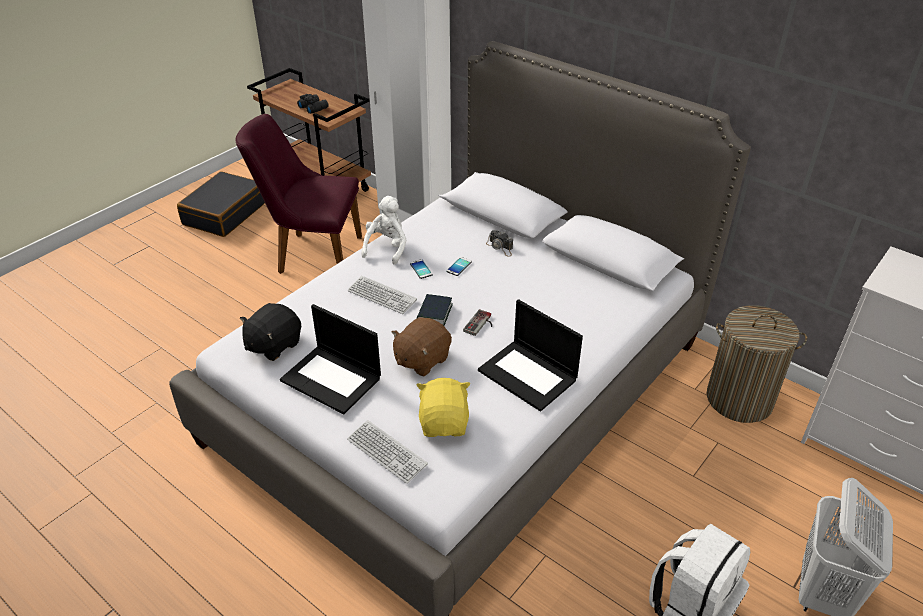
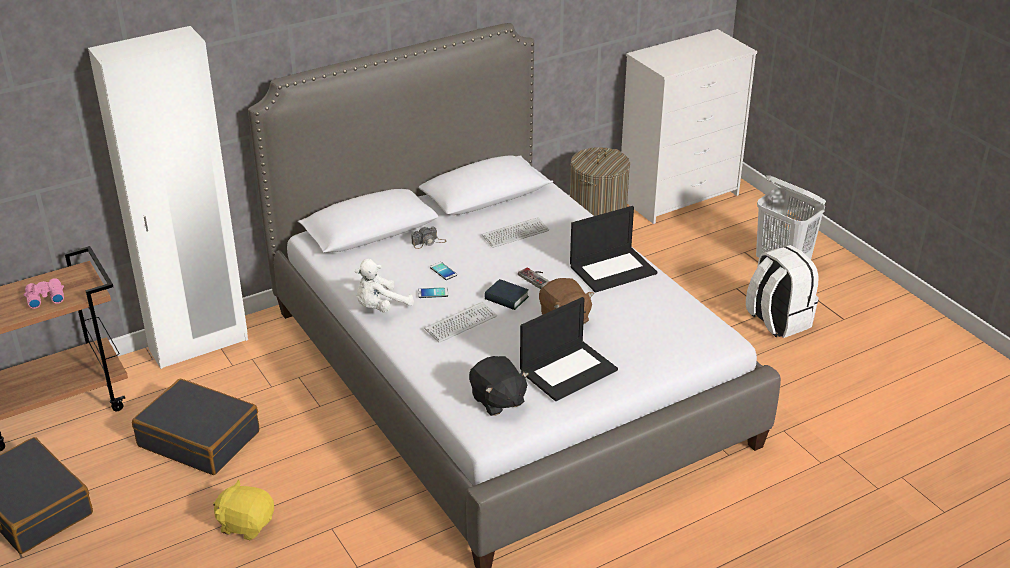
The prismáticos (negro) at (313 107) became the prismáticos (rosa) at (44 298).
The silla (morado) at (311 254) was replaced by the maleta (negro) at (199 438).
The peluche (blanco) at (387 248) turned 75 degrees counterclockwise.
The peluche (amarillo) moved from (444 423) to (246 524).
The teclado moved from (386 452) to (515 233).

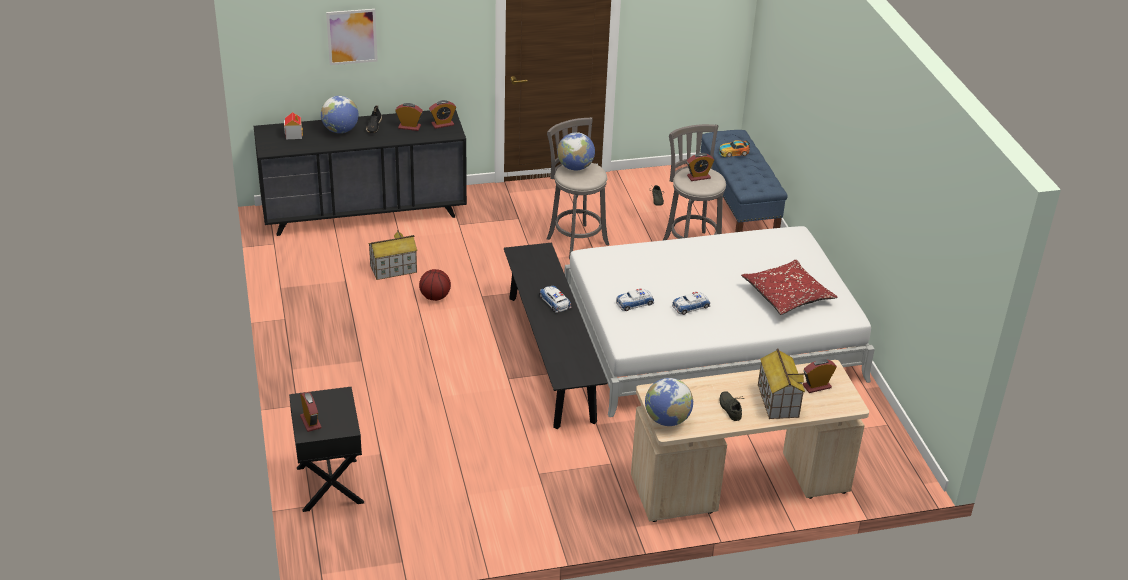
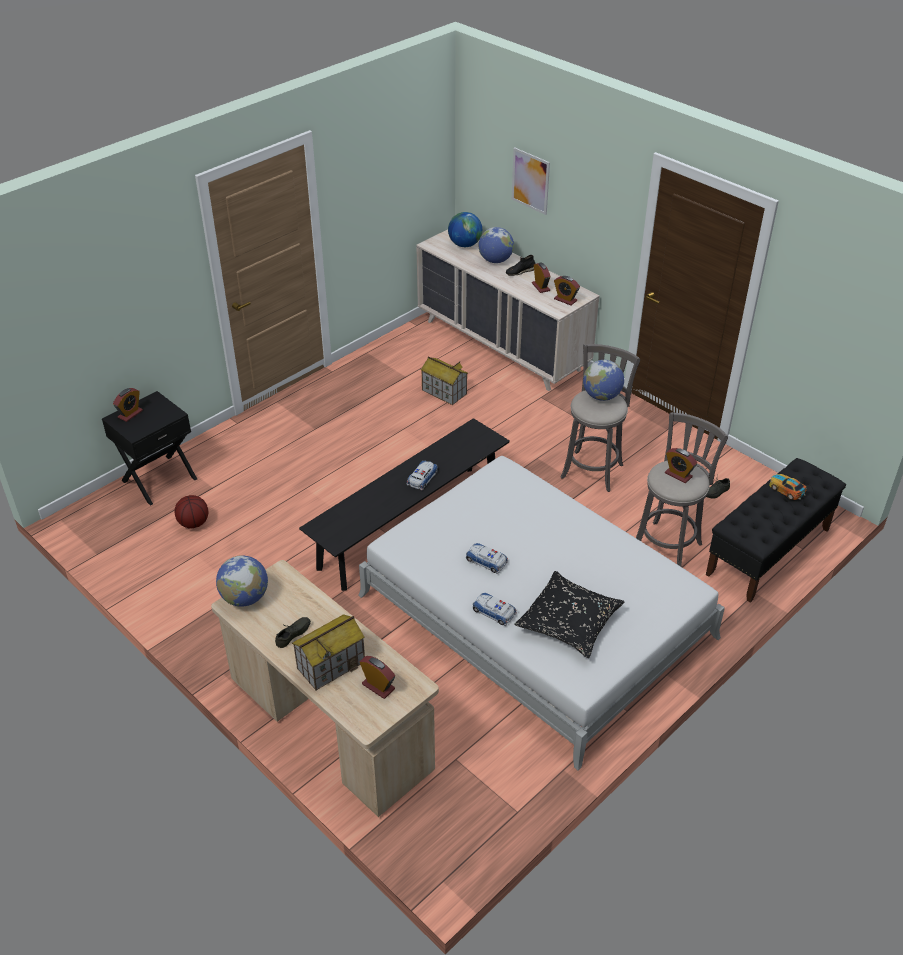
The cómoda (negro) at (364 212) became the cómoda (beis) at (502 345).
The casita at (294 134) was replaced by the globo terráqueo at (464 245).
The banco (azul) at (737 209) became the banco (negro) at (768 552).
The cojín (rojo) at (787 296) became the cojín (negro) at (569 622).
The balón de baloncesto moved from (435 297) to (194 523).
The coche de juguete moved from (634 303) to (494 611).

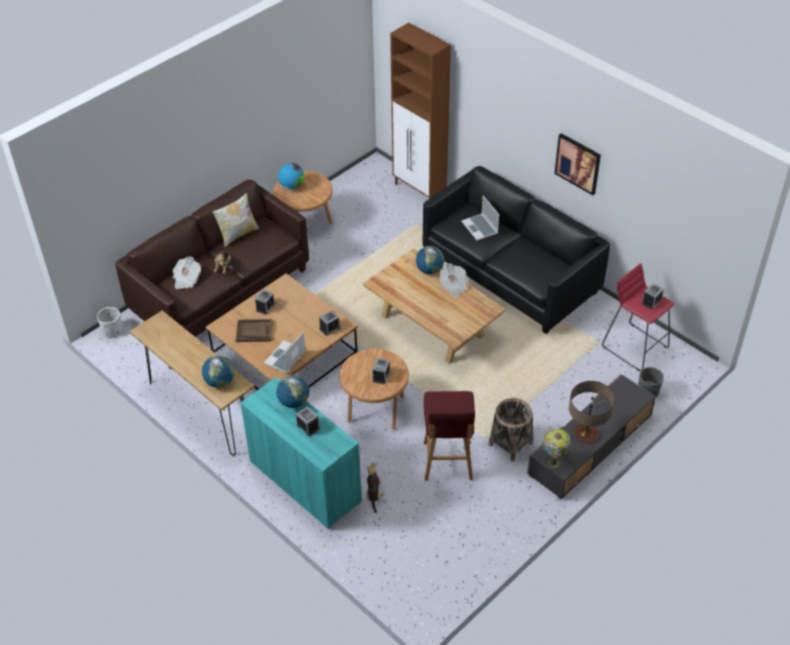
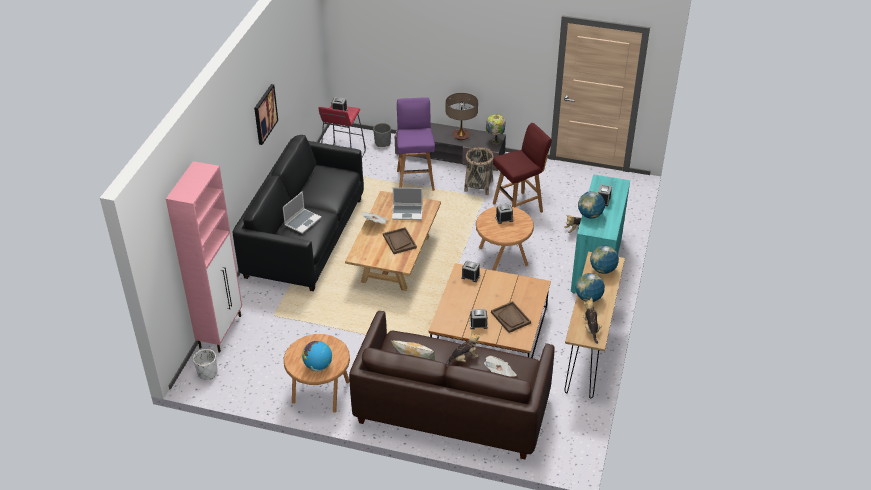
The armario (marrón) at (420 190) became the armario (rosa) at (221 331).
The globo terráqueo moved from (429 270) to (588 298).
The maceta (blanco) moved from (112 331) to (207 373).
The portátil moved from (285 358) to (407 212).
The taburete (morado) at (415 179) appeared.
The bandeja (marrón) at (399 241) appeared.
The peluche at (591 329) appeared.

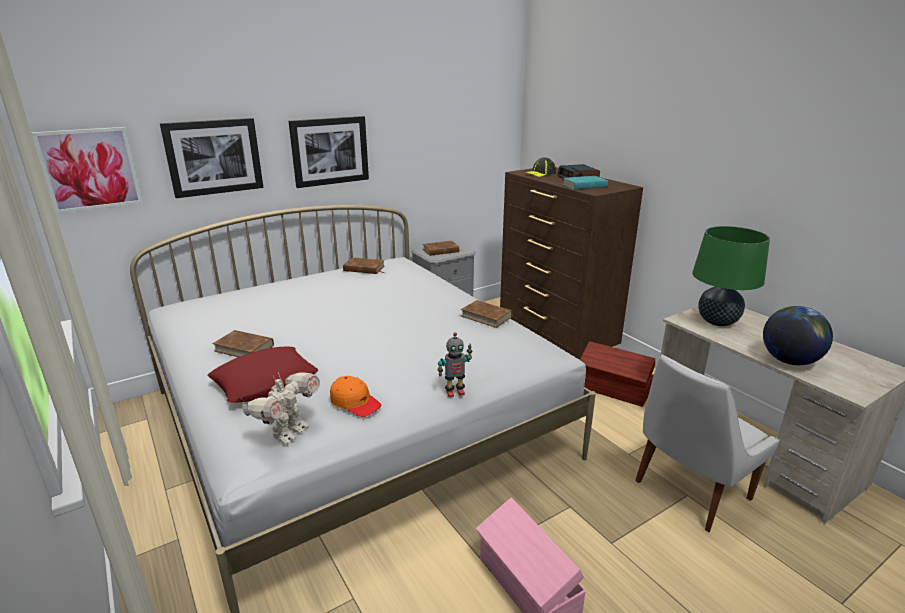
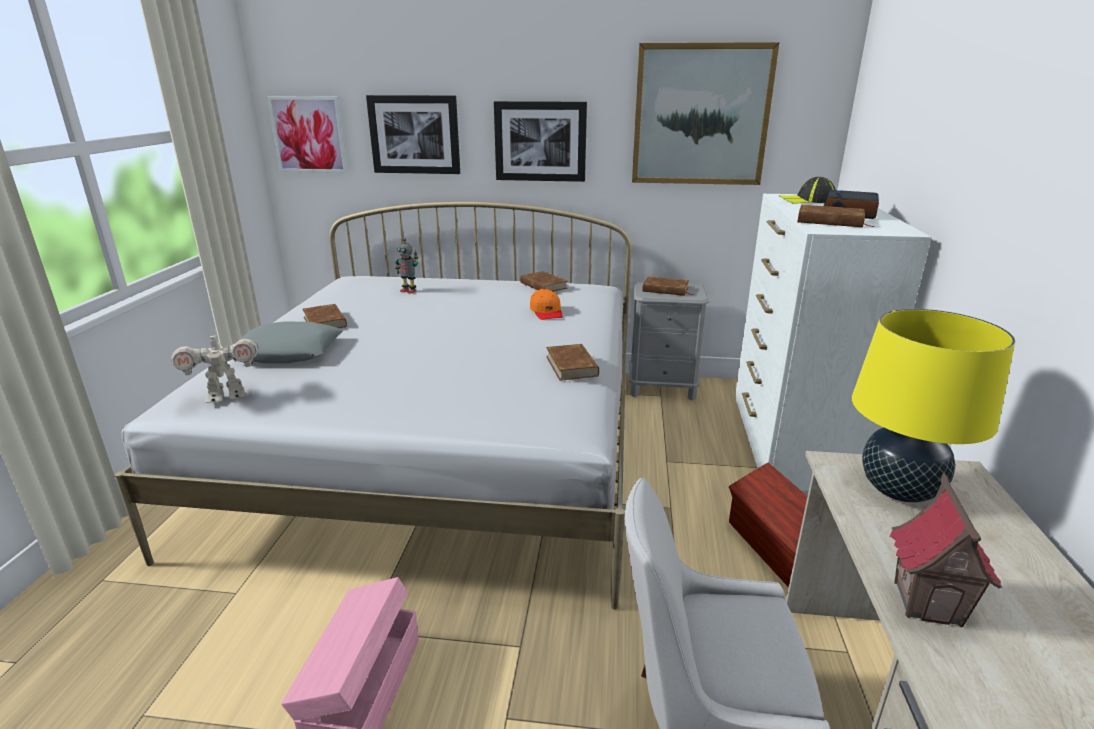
The cómoda (marrón) at (556 336) became the cómoda (blanco) at (788 451).
The libro (turquesa) at (585 186) became the libro (marrón) at (830 221).
The lámpara de mesa (verde) at (717 322) became the lámpara de mesa (amarillo) at (899 490).
The globo terráqueo at (789 361) was replaced by the casita at (928 603).
The robot de juguete moved from (455 392) to (409 291).
The cojín (rojo) at (265 381) became the cojín (gris) at (288 352).
The gorra (naranja) moved from (355 402) to (546 312).
The cuadro at (701 115) appeared.

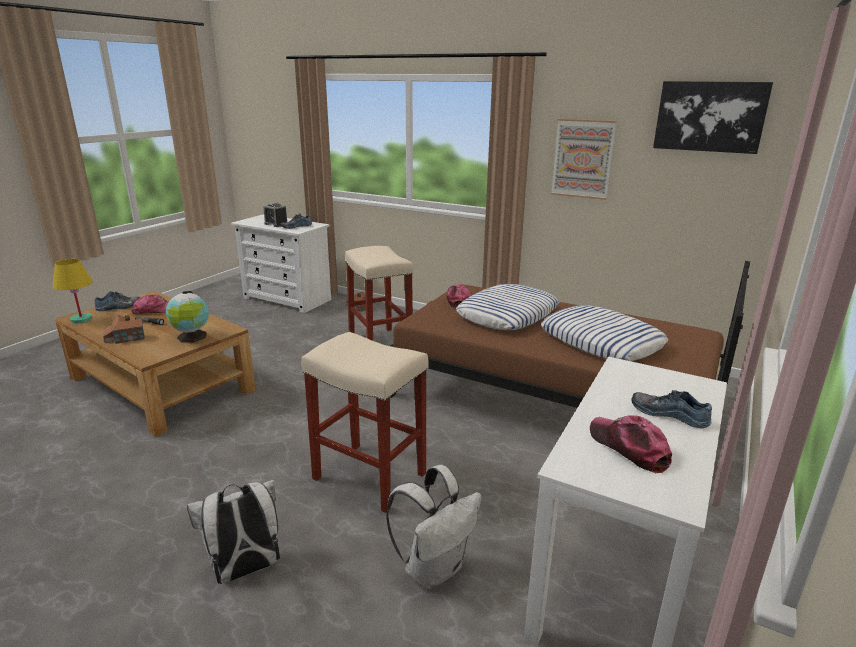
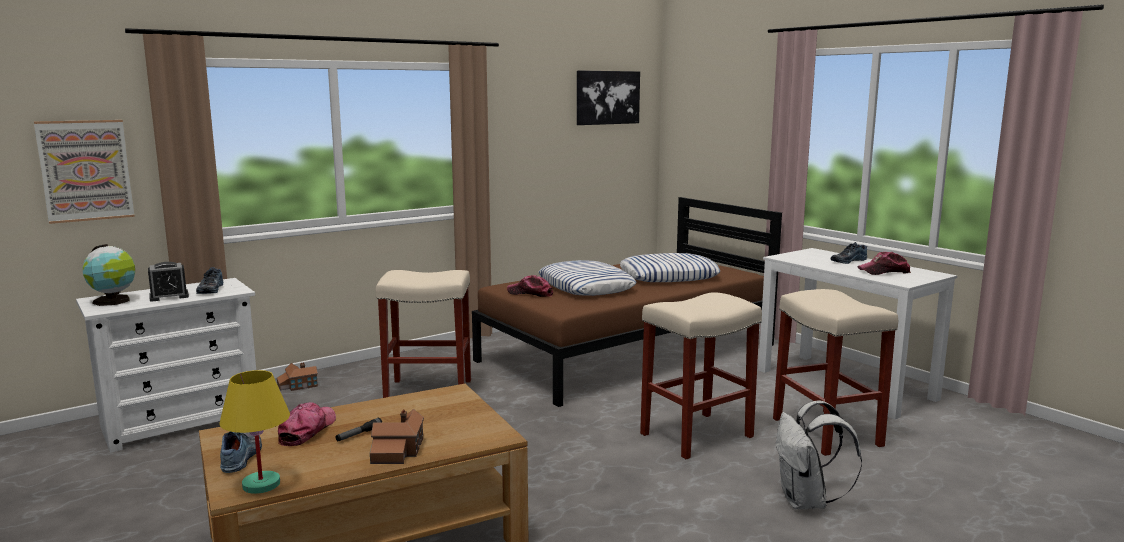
The cuadro moved from (582 159) to (85 170).
The globo terráqueo moved from (192 337) to (113 301).
The mochila (blanco) at (434 568) was replaced by the taburete (beis) at (825 431).

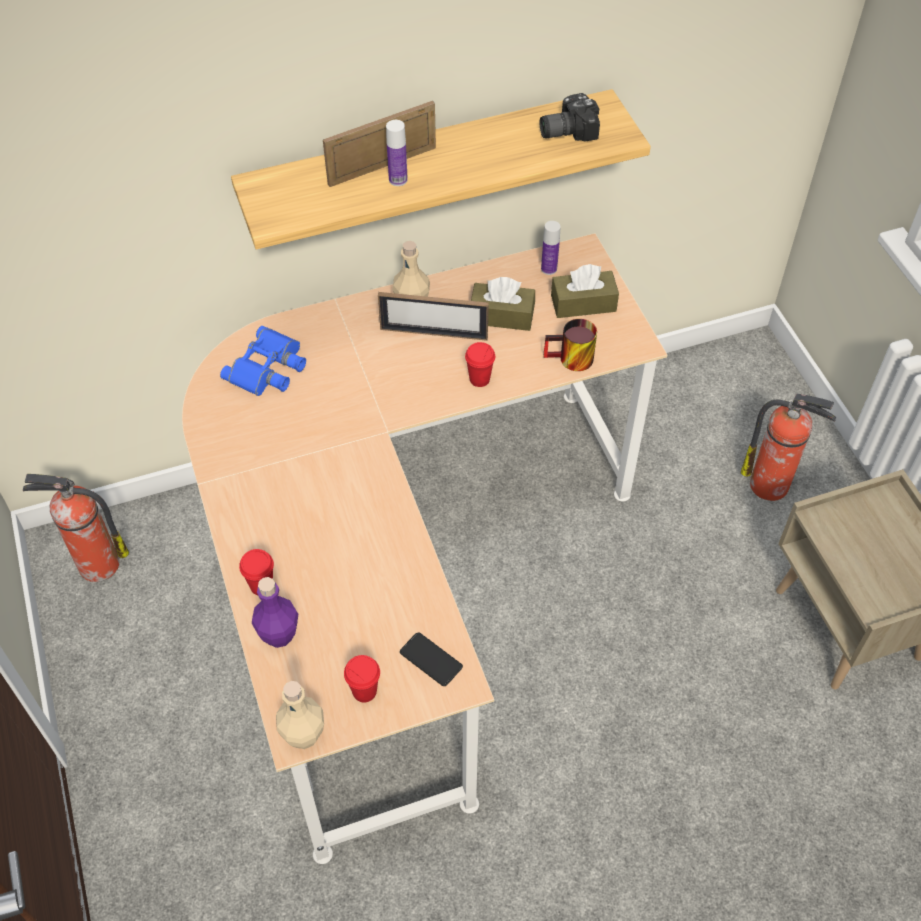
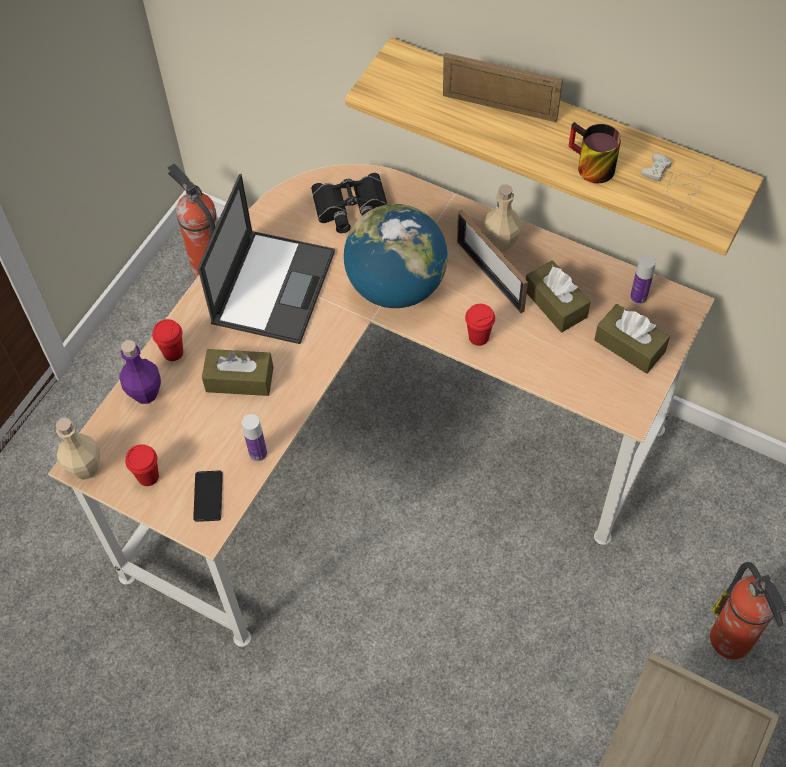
The cámara at (566 130) was replaced by the mando de consola (blanco) at (675 183).
The botella moved from (398 180) to (258 453).
The taza grande moved from (570 361) to (588 167).
The prismáticos (azul) at (269 368) became the prismáticos (negro) at (351 209).
The portátil at (273 286) appeared.
The globo terráqueo at (396 286) appeared.
The caja de pañuelos (marrón) at (239 379) appeared.

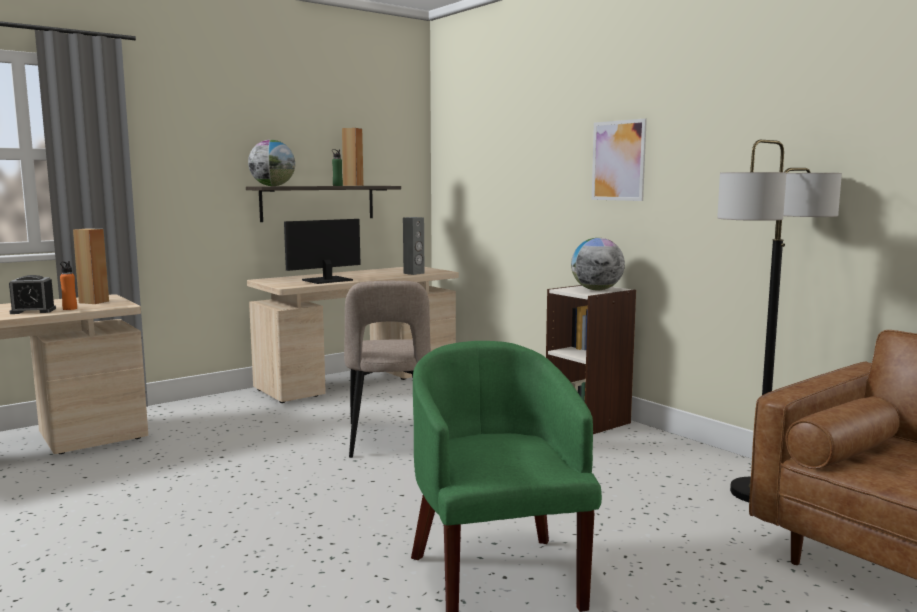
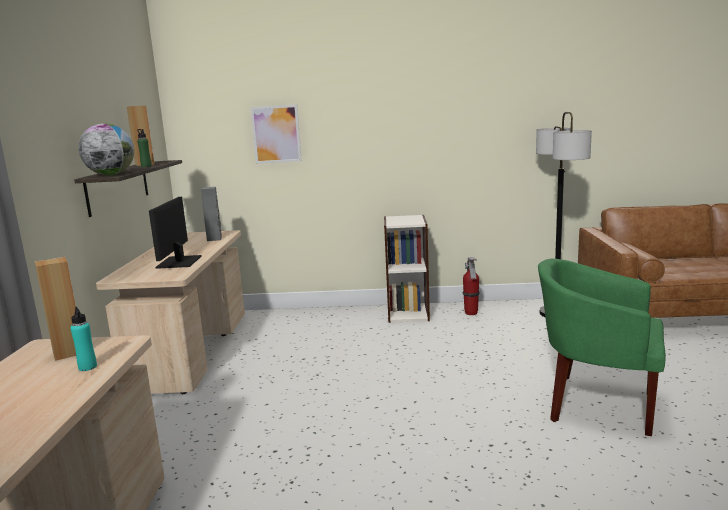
The cuadro moved from (618 160) to (276 134).
The globo terráqueo at (596 290) disappeared.
The botella (naranja) at (70 309) became the botella (turquesa) at (87 367).
The despertador at (33 311) disappeared.
The silla (beis) at (388 440) disappeared.
The extintor at (471 313) appeared.

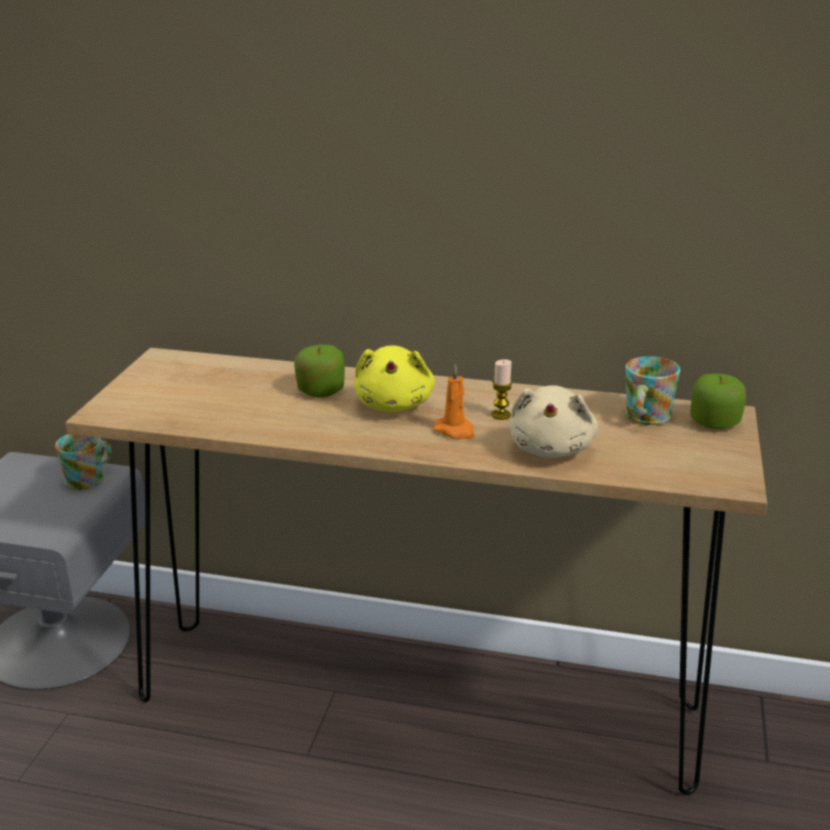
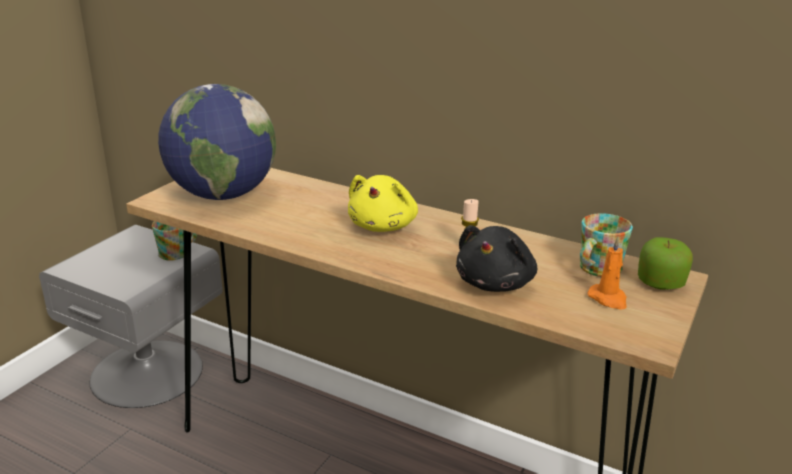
The manzana at (320 391) disappeared.
The vela (naranja) moved from (455 431) to (608 299).
The peluche (beis) at (552 448) became the peluche (negro) at (496 283).
The globo terráqueo at (222 195) appeared.

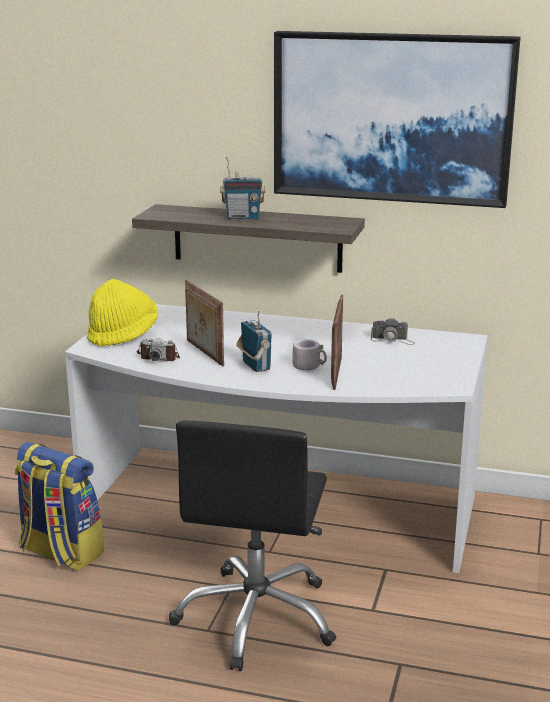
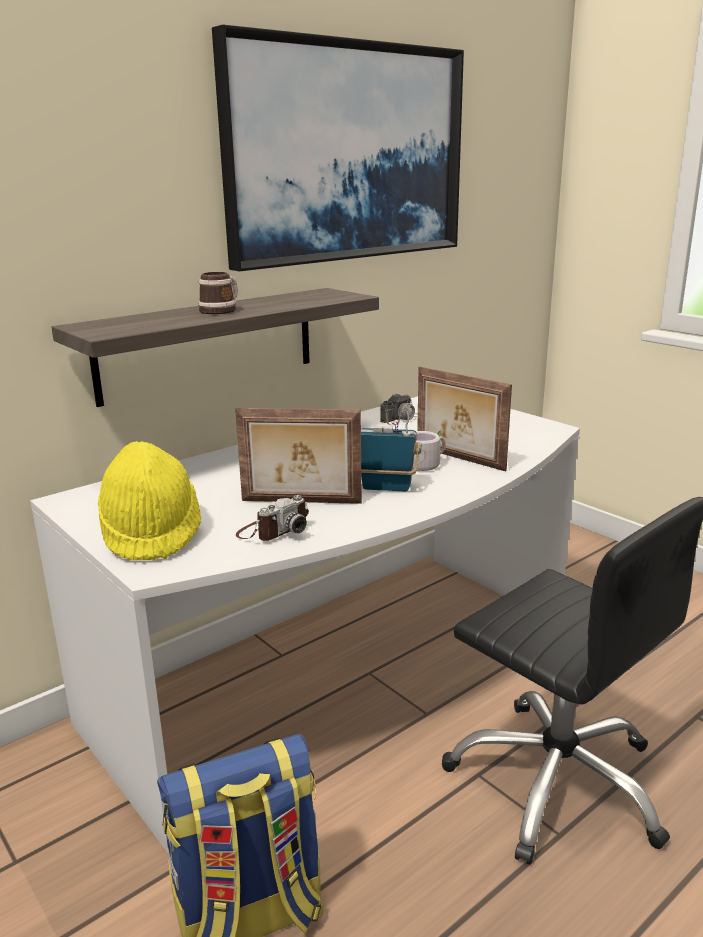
The radio at (243 217) was replaced by the taza grande at (221 310).

